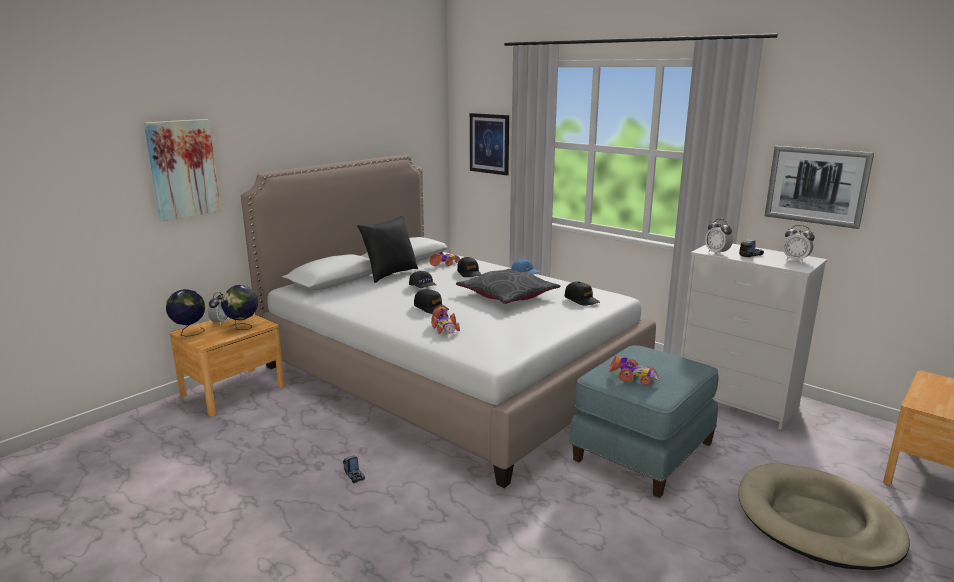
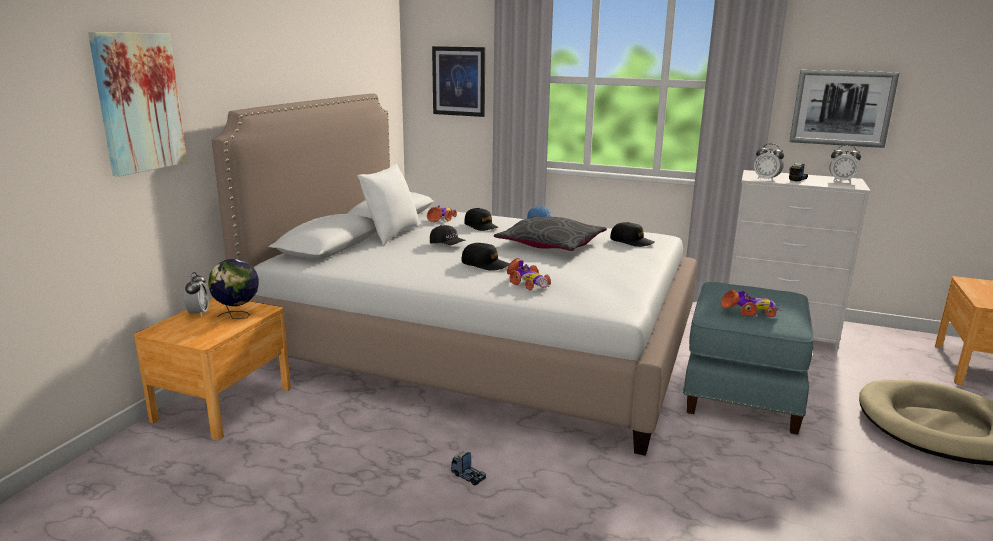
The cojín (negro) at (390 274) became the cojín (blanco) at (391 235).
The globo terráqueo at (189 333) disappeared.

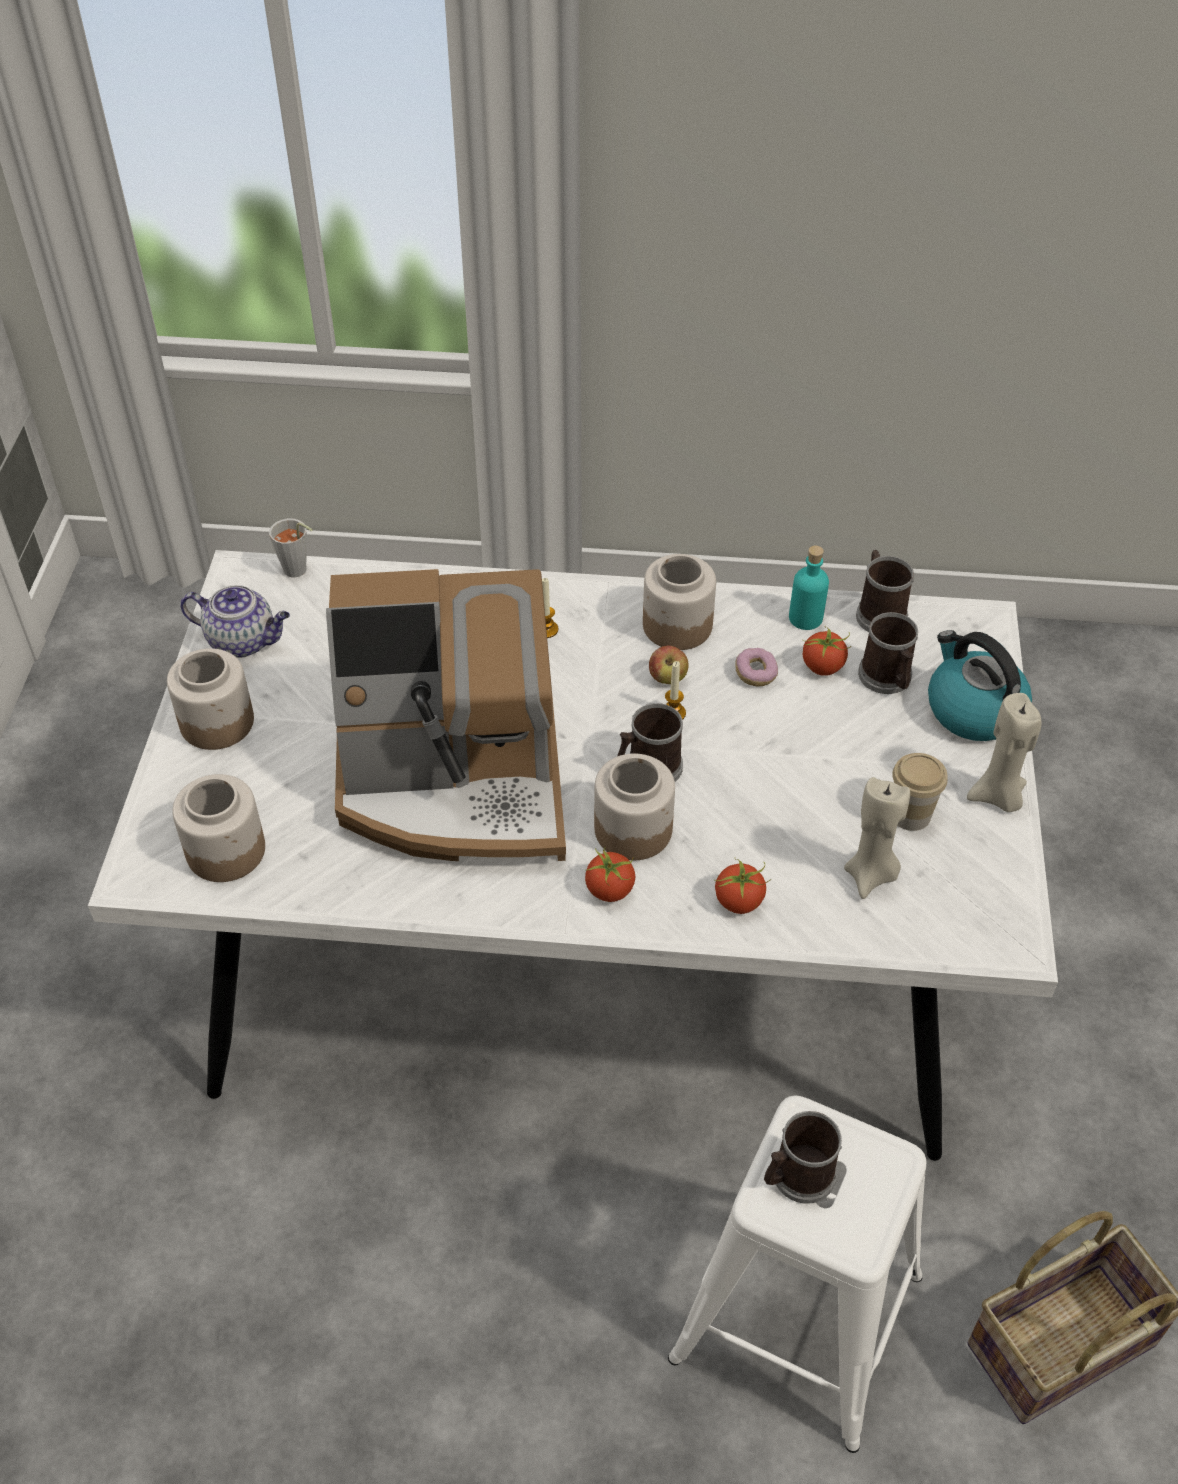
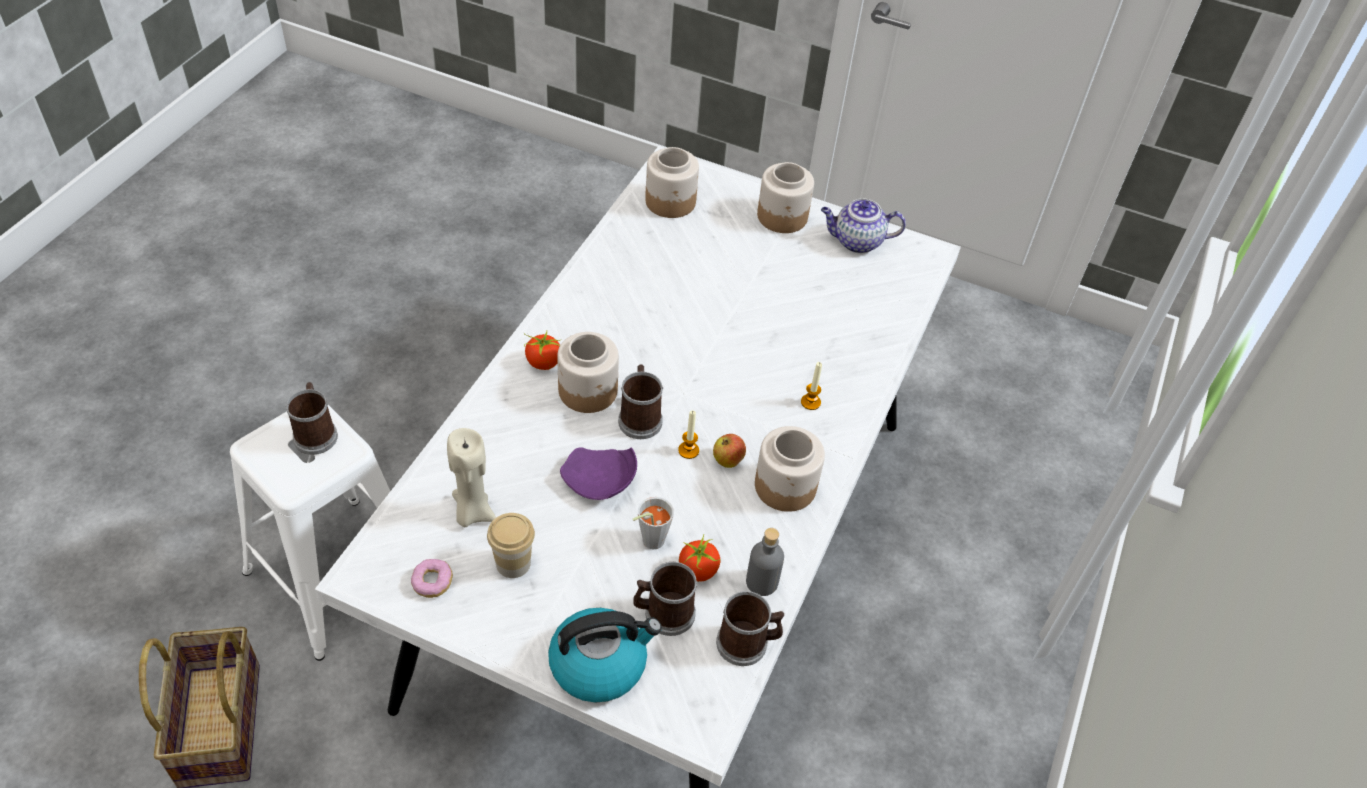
The taza (gris) moved from (298 572) to (648 542).
The botella (turquesa) at (805 618) became the botella (gris) at (761 582).
The cafetera at (455 783) disappeared.
The tetera at (243 641) turned 60 degrees clockwise.
The rosquilla moved from (755 674) to (432 583).
The vela (beis) at (997 797) disappeared.
The tomate at (739 901) disappeared.
The plato (morado) at (599 482) appeared.

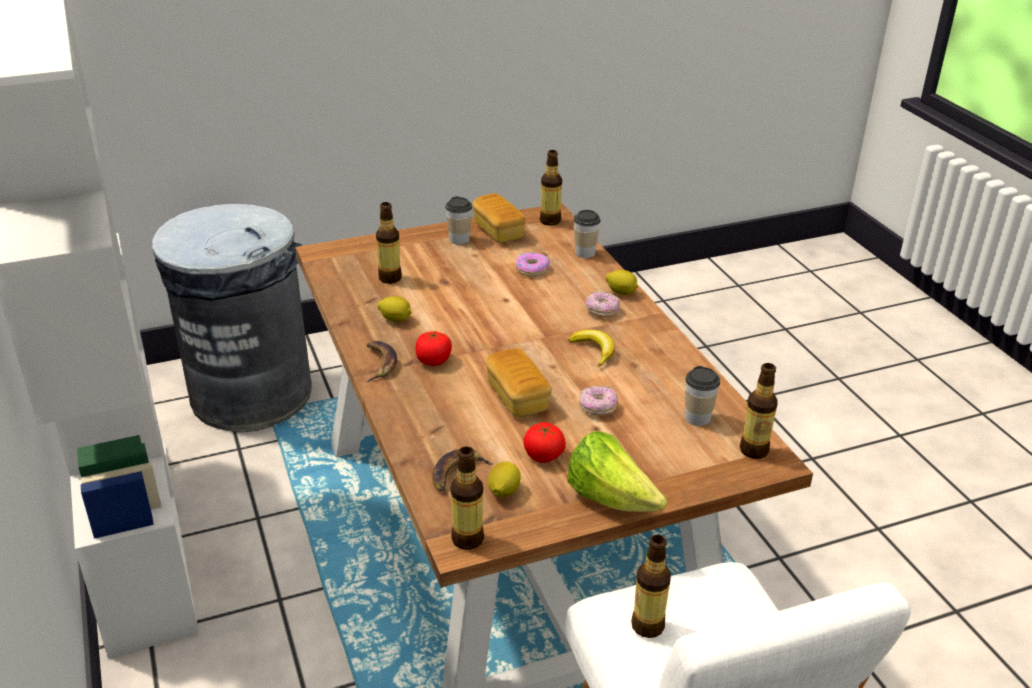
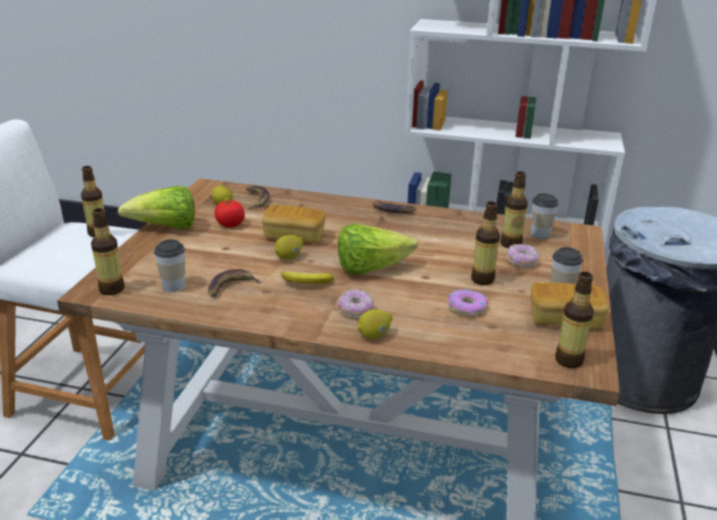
The taza moved from (585 253) to (540 234).
The limón moved from (395 319) to (289 257).
The tomate at (433 361) disappeared.
The rosquilla moved from (597 408) to (521 262).
The botella moved from (467 539) to (482 279).
The lechuga at (370 268) appeared.
The plátano at (231 287) appeared.

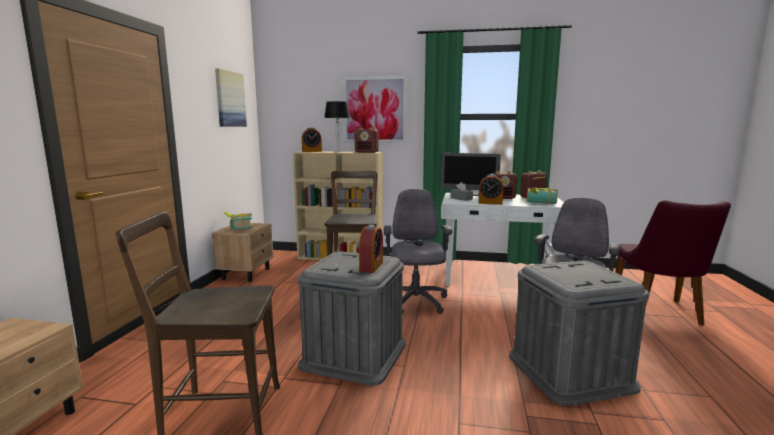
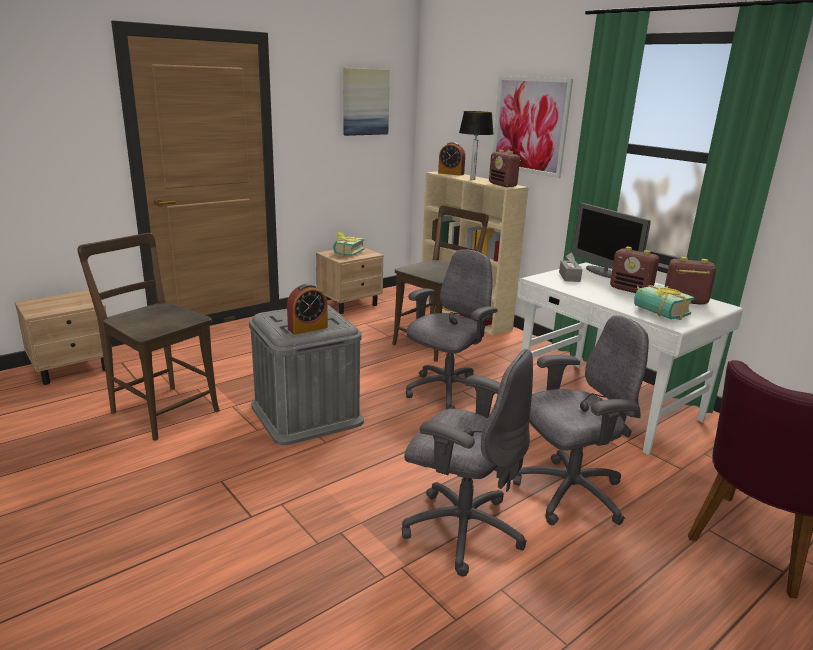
The despertador at (490 203) disappeared.
The caja de almacenaje (gris) at (570 371) was replaced by the silla de oficina (gris) at (461 529).

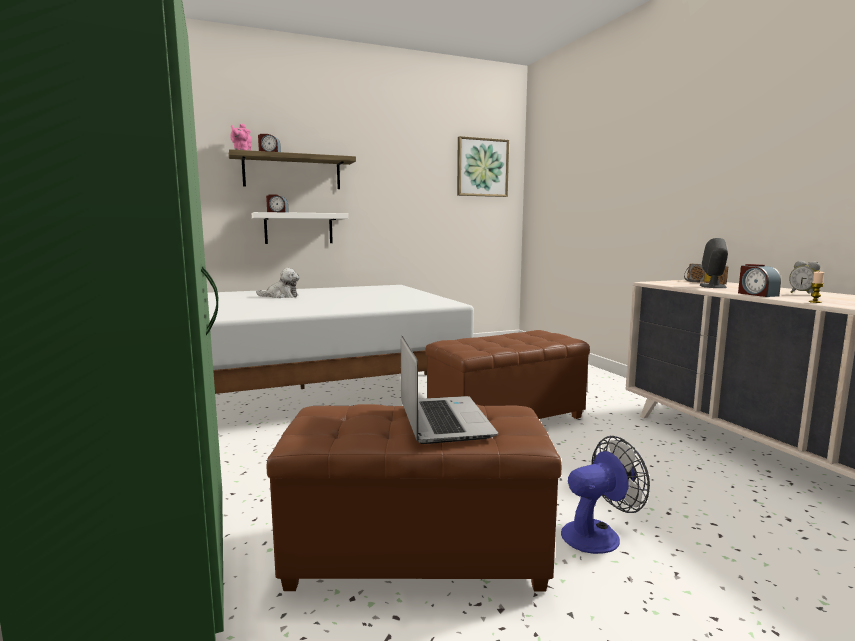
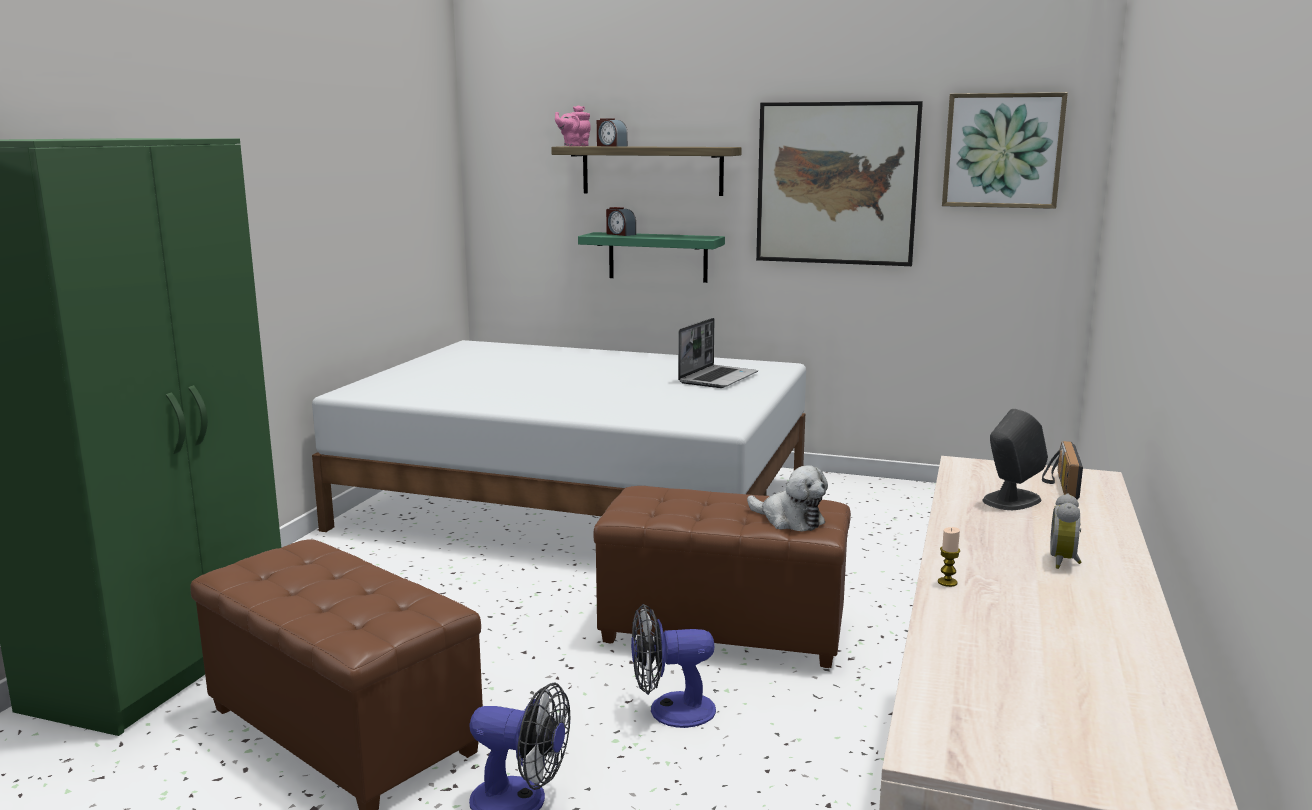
The estante (blanco) at (298 228) became the estante (verde) at (658 257).
The despertador at (756 294) disappeared.
The peluche moved from (281 296) to (789 520).
The portátil moved from (442 420) to (717 378).
The cuadro at (836 183) appeared.
The ventilador at (670 711) appeared.

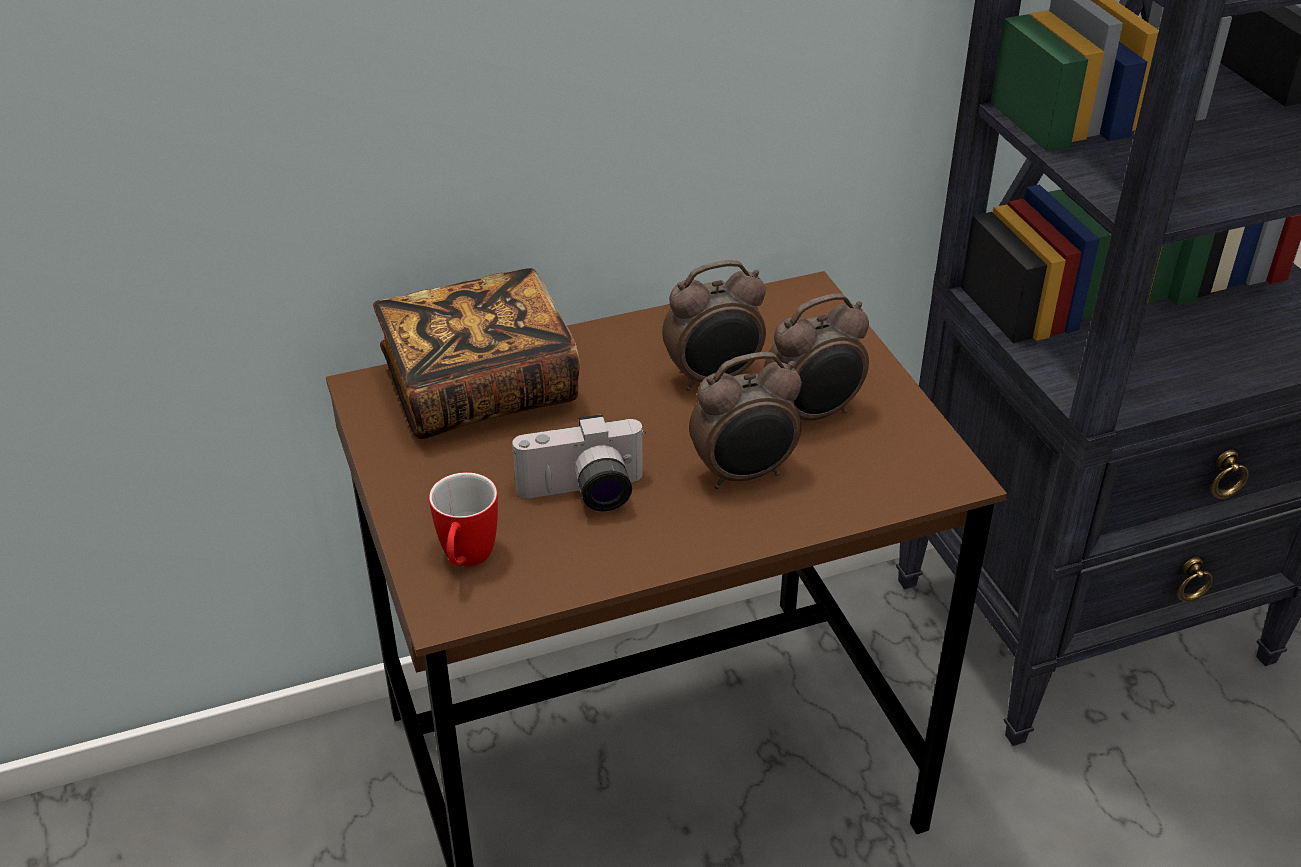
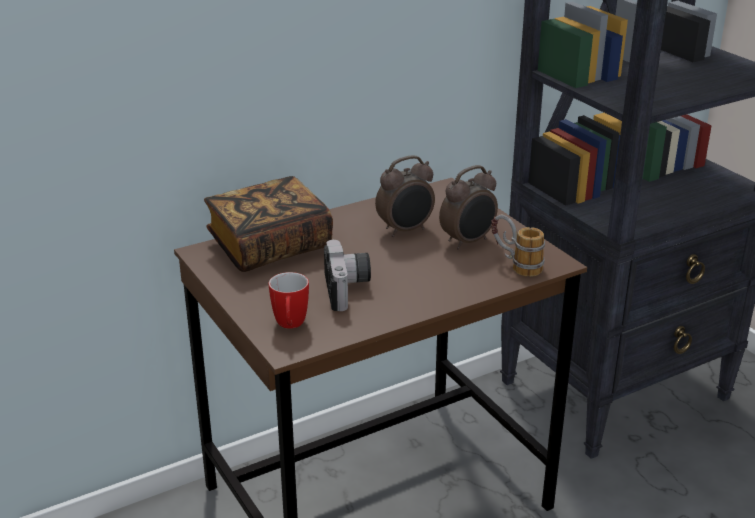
The despertador at (744 474) disappeared.
The cámara at (583 495) turned 75 degrees counterclockwise.
The taza grande at (515 265) appeared.

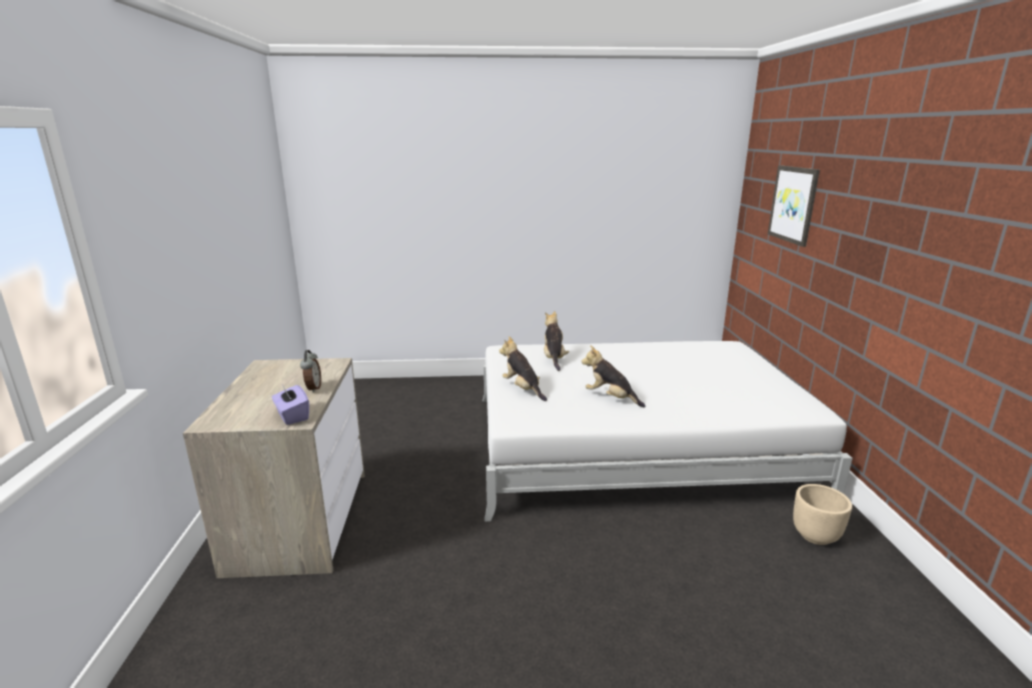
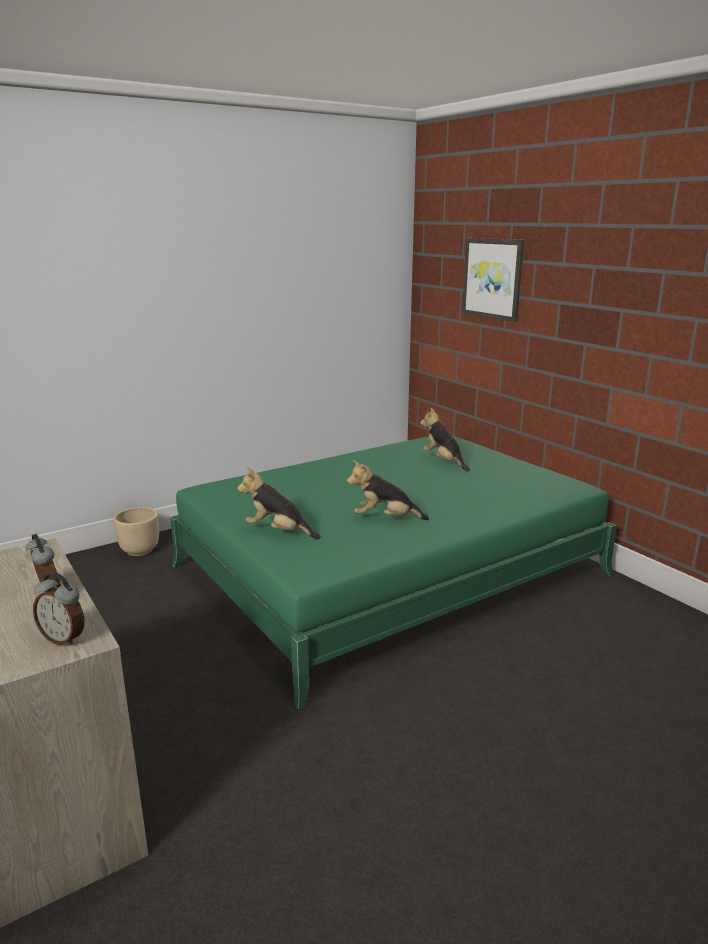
The peluche moved from (554 359) to (444 461).
The cama (blanco) at (633 444) became the cama (verde) at (389 570).
The caja de pañuelos (morado) at (292 416) was replaced by the despertador at (64 638).
The maceta (beis) moved from (815 535) to (140 550).

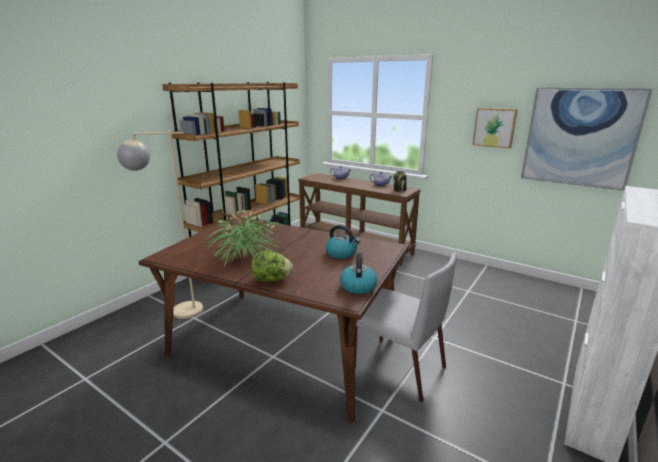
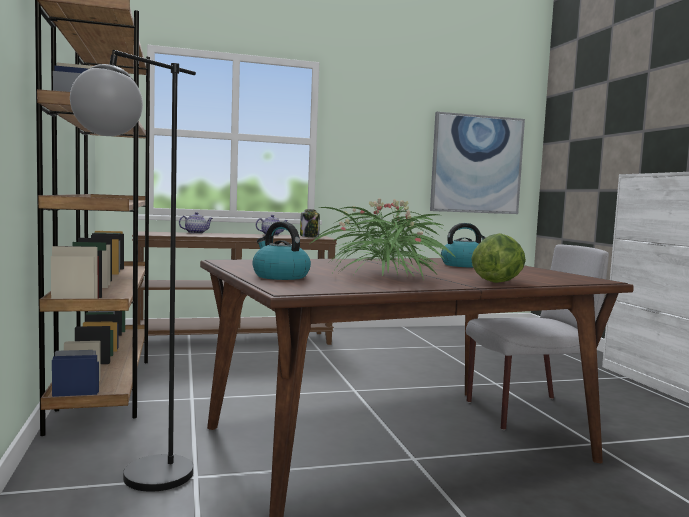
The cuadro at (494 127) disappeared.
The lámpara de pie (beis) at (176 311) became the lámpara de pie (negro) at (138 484).
The hervidor moved from (358 286) to (280 276).

